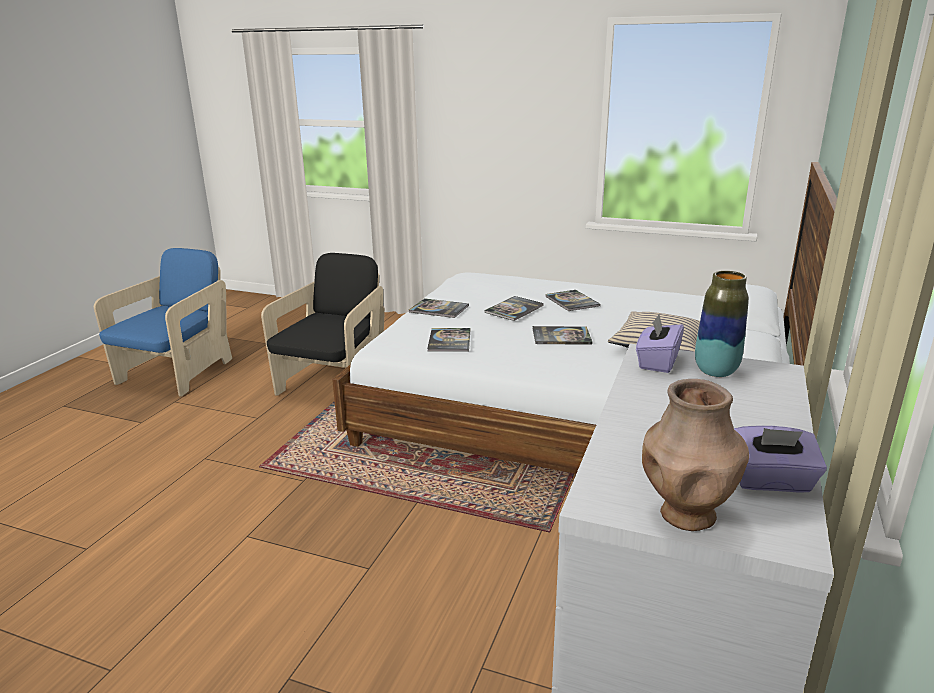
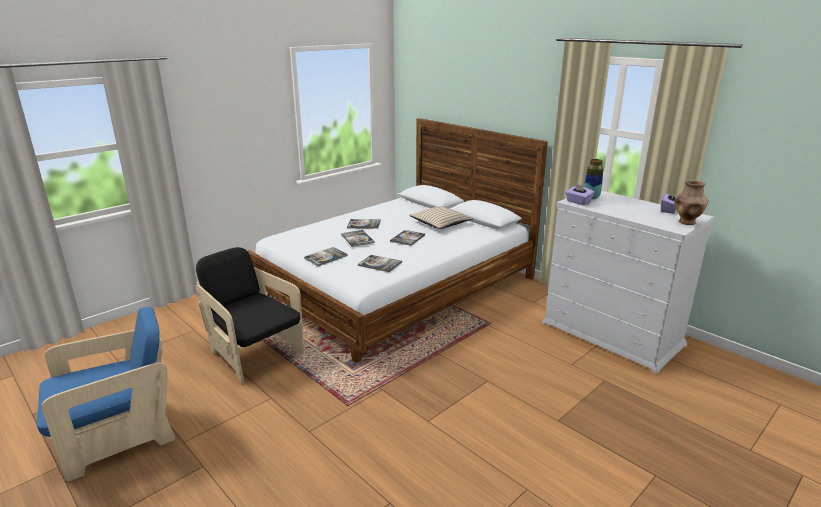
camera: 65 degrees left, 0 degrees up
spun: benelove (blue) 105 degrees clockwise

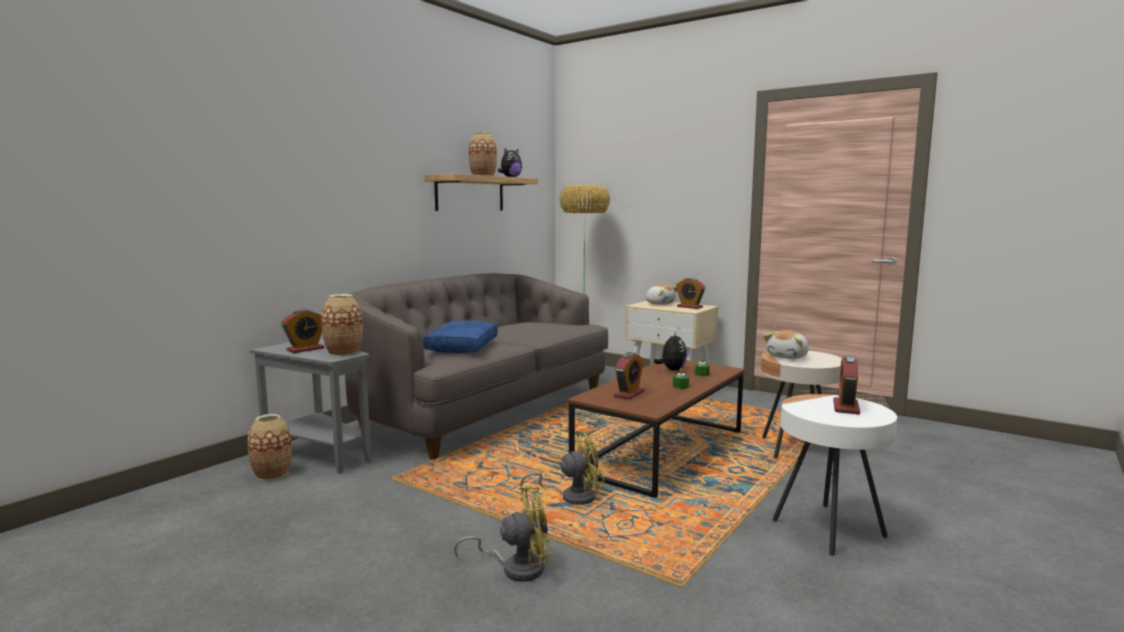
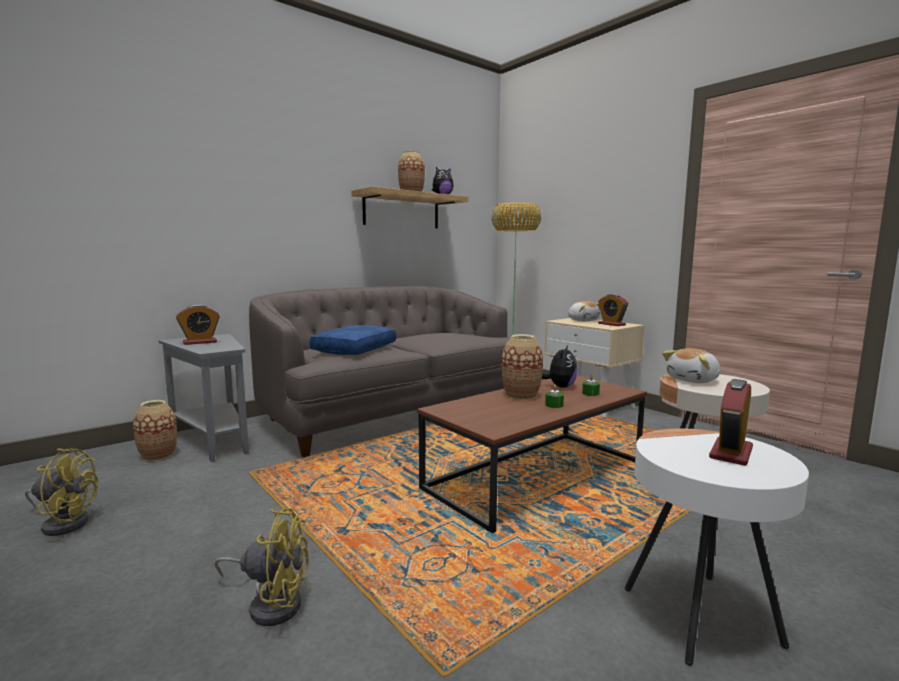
camera: 15 degrees right, 0 degrees up
missing: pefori (no. 2 from left)
relocated: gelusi (no. 2 from left in the first image) to gelusi (no. 3 from left); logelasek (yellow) (no. 2 from left in the first image) to logelasek (yellow) (no. 1 from left)

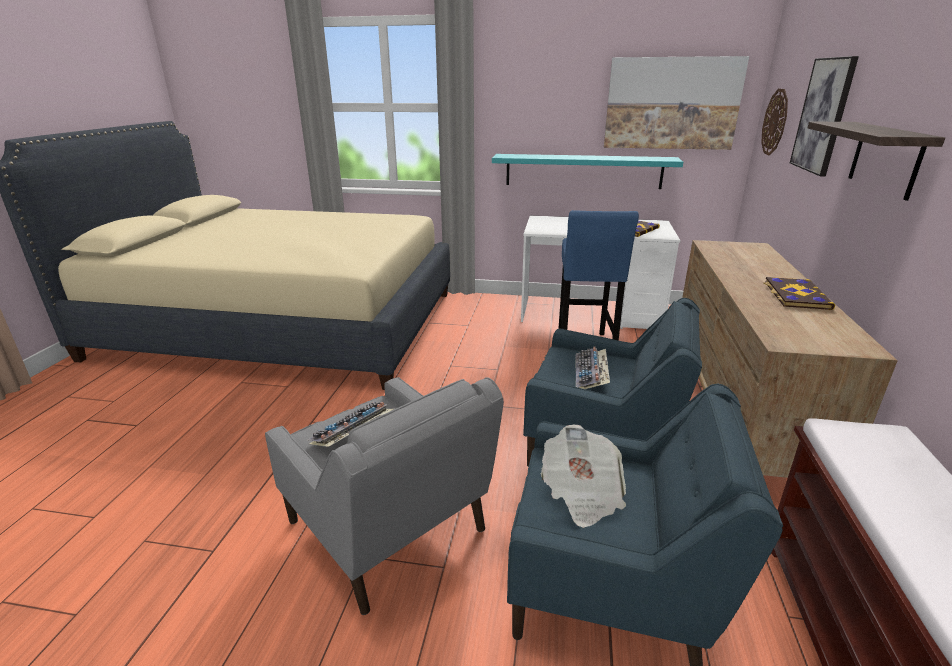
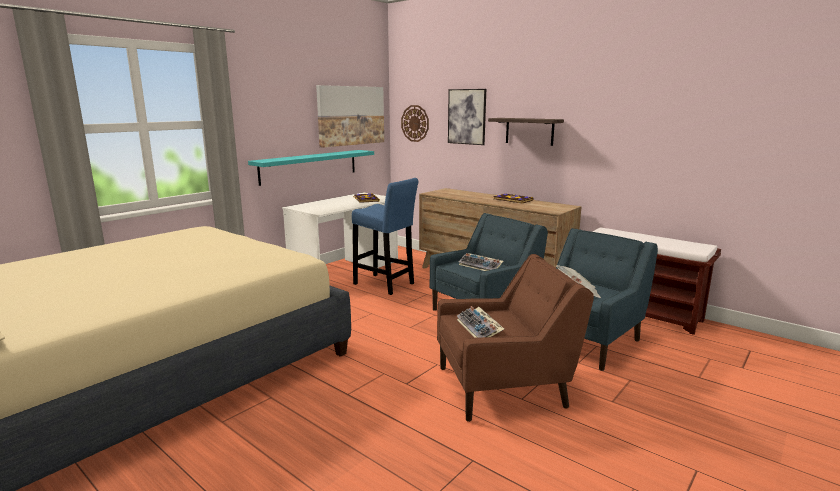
camera: 60 degrees left, 10 degrees down
colour: benelove (grey) to benelove (brown)

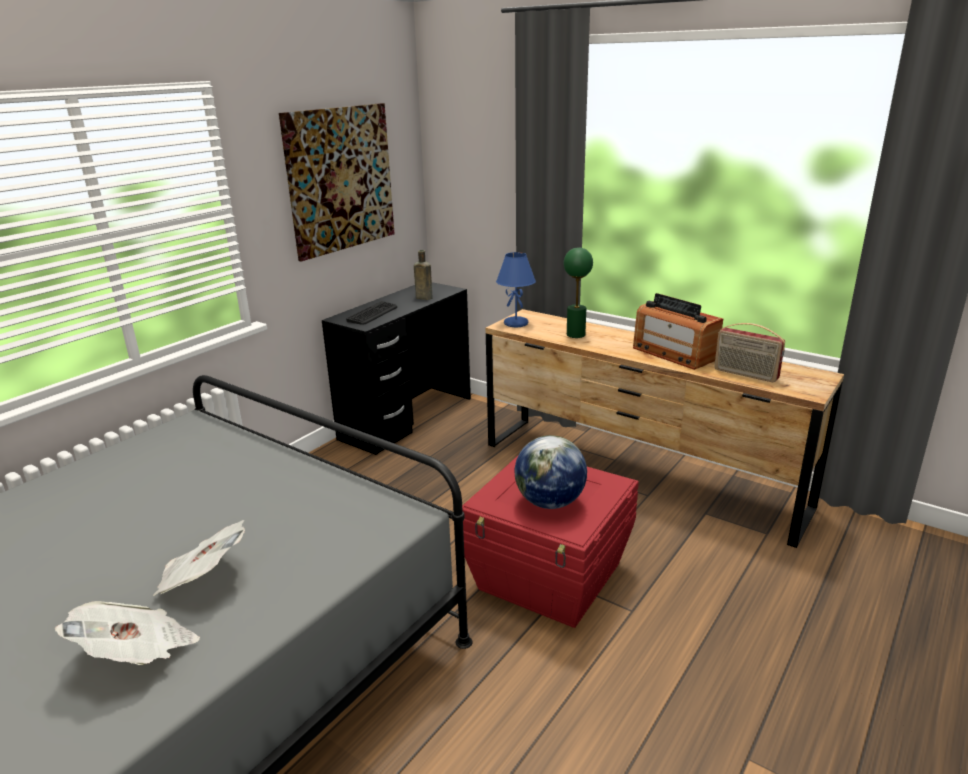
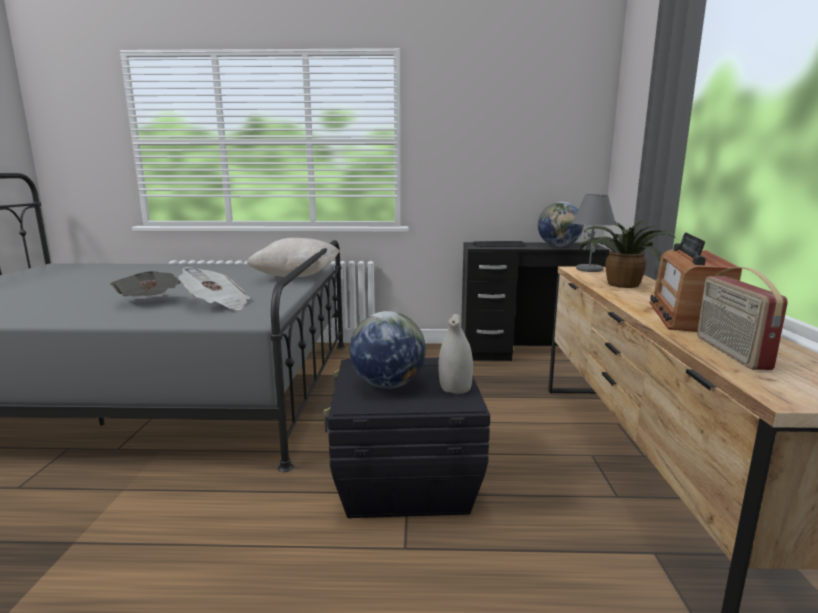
camera: 55 degrees right, 10 degrees down
missing: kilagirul
appeared: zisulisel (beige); gelusi (white)
relocated: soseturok (no. 1 from left in the first image) to soseturok (no. 2 from left)
exchanged: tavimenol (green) to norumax; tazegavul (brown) to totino (no. 2 from left)
colour: tavimenol (blue) to tavimenol (grey); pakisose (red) to pakisose (black)

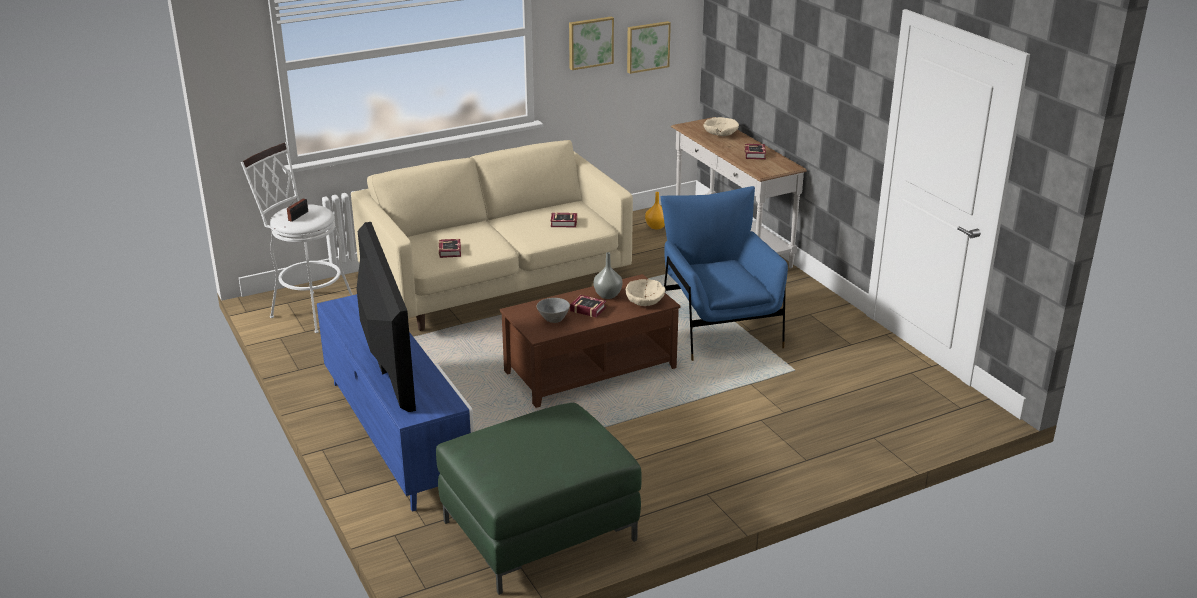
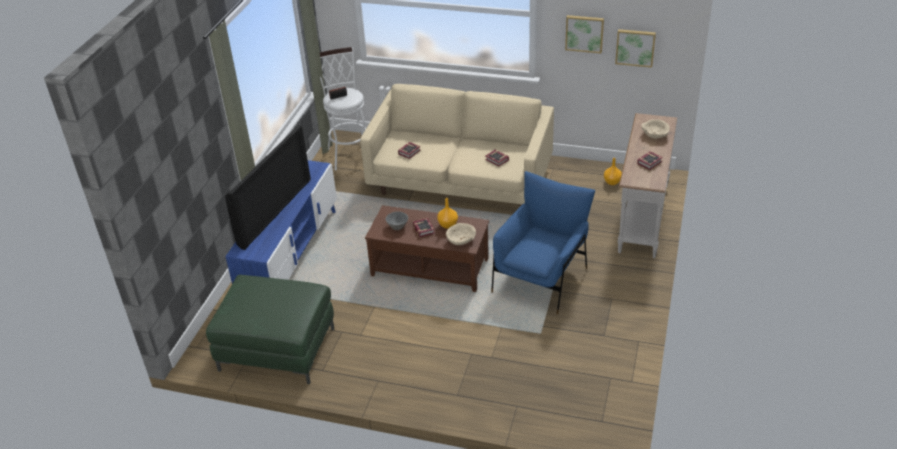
camera: 45 degrees right, 10 degrees up
colour: gelusi (grey) to gelusi (orange) (no. 1 from left)

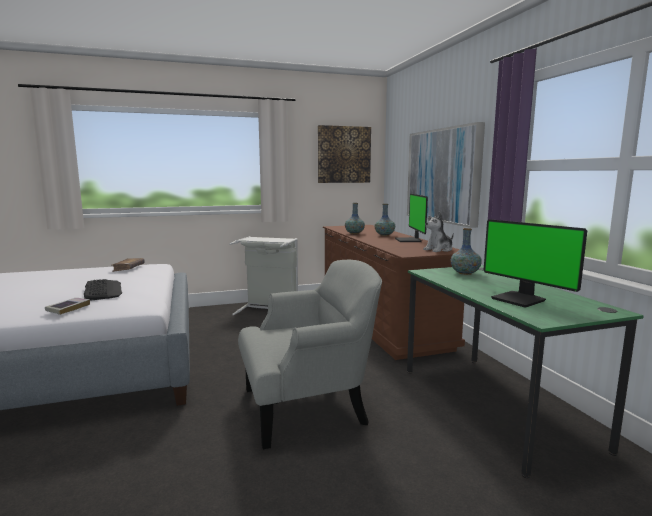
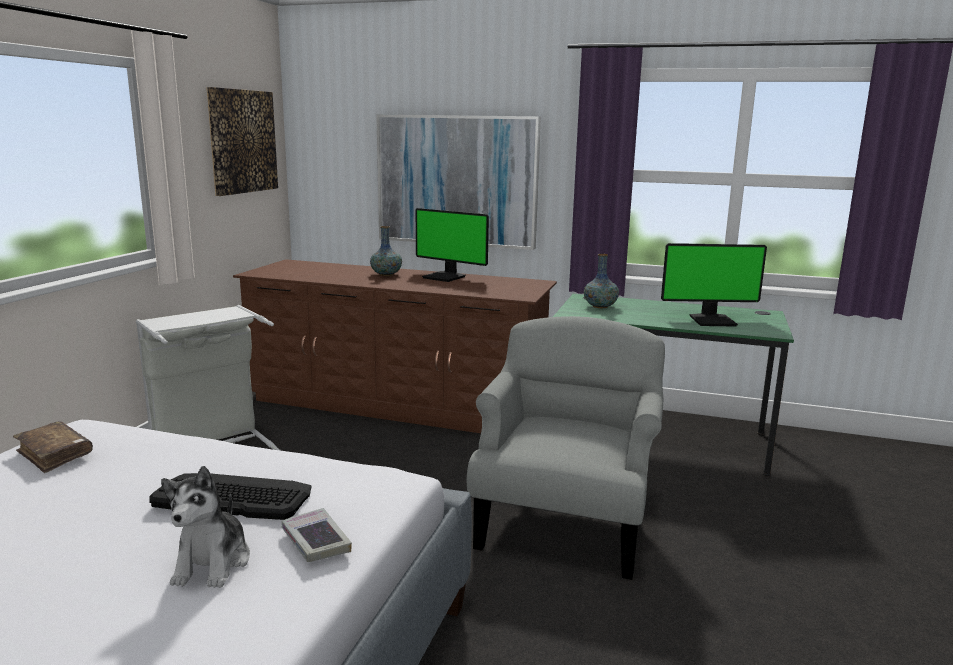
camera: 55 degrees left, 5 degrees up
missing: gelusi (no. 1 from left)
relocated: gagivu

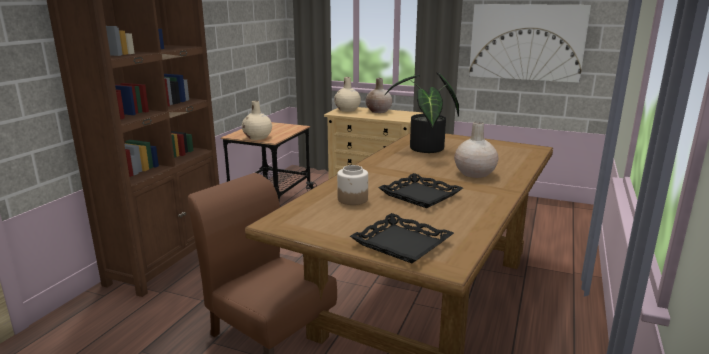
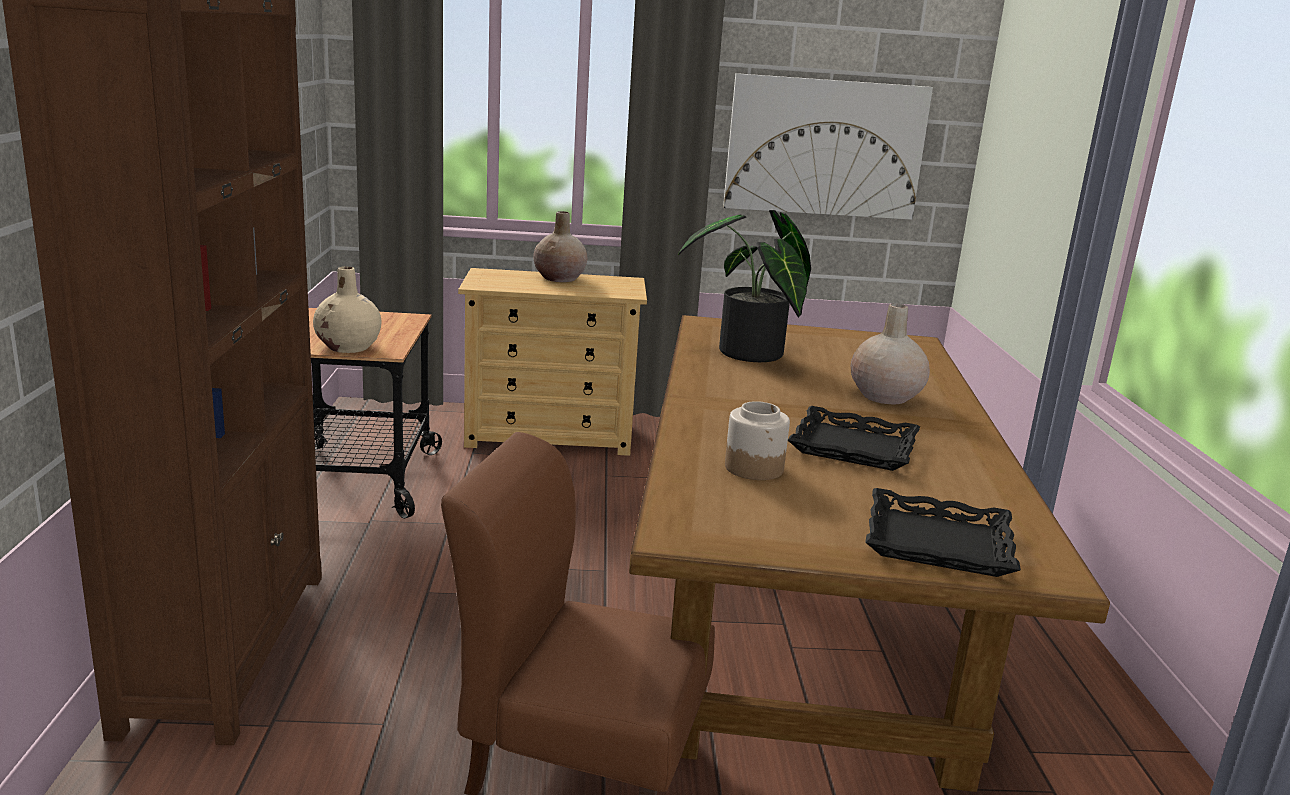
camera: 25 degrees left, 0 degrees up
missing: gelusi (beige) (no. 2 from left)

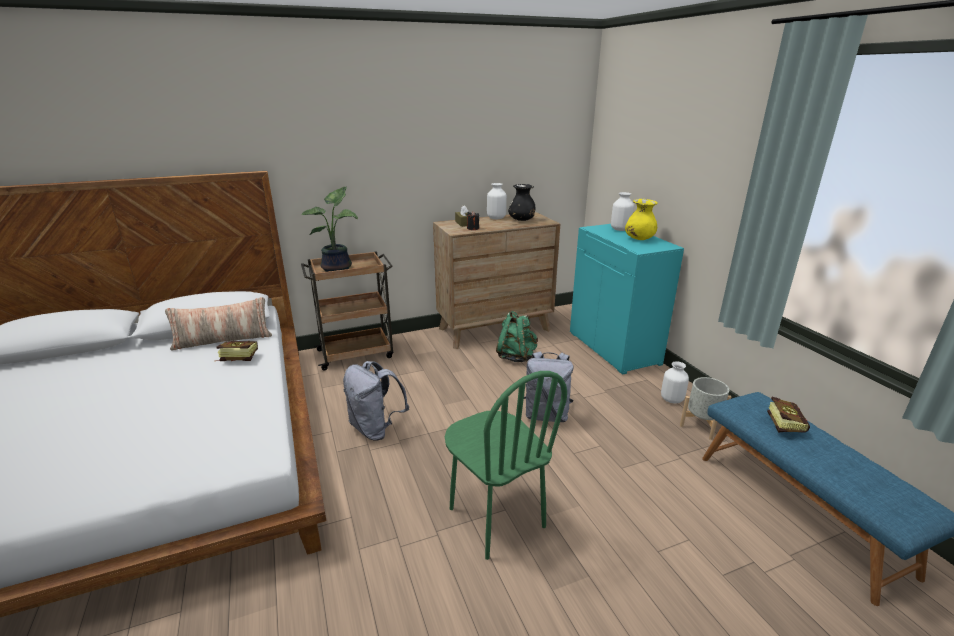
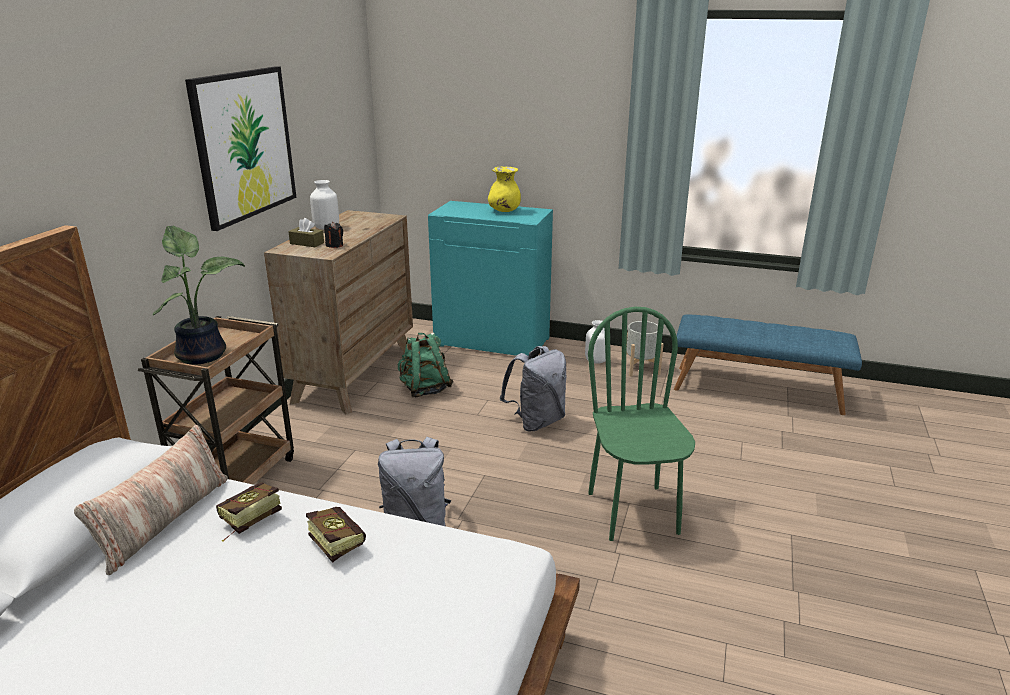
camera: 50 degrees left, 0 degrees up
missing: gelusi (black); gelusi (white) (no. 2 from left)
appeared: kilagirul
relocated: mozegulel (no. 2 from left)
spun: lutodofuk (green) 105 degrees counterclockwise

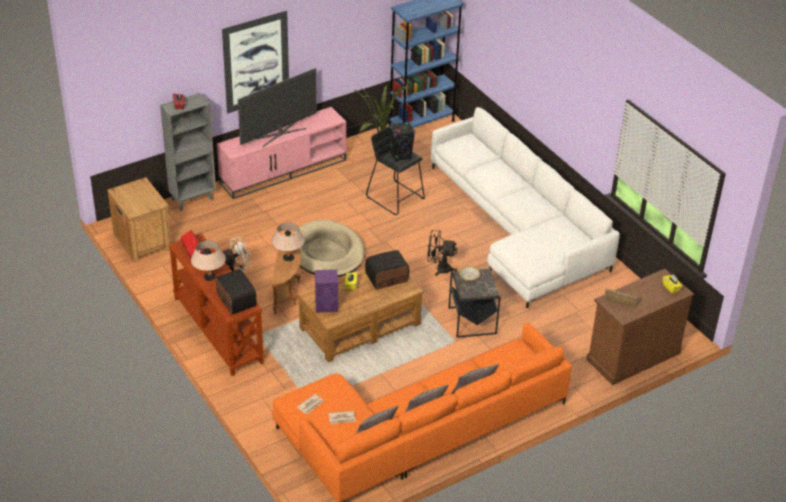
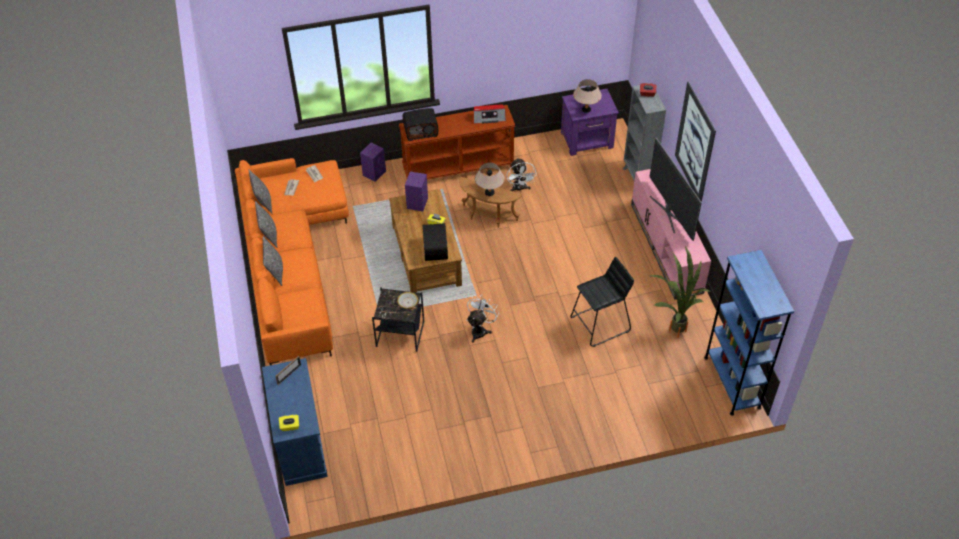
camera: 110 degrees right, 10 degrees up
missing: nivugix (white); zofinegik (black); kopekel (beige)
appeared: zofinegik (purple) (no. 1 from left)
relocated: tavimenol (beige) (no. 1 from left in the first image) to tavimenol (beige) (no. 2 from left)
colour: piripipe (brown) to piripipe (purple); logelasek (black) to logelasek (white) (no. 1 from left); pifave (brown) to pifave (blue)

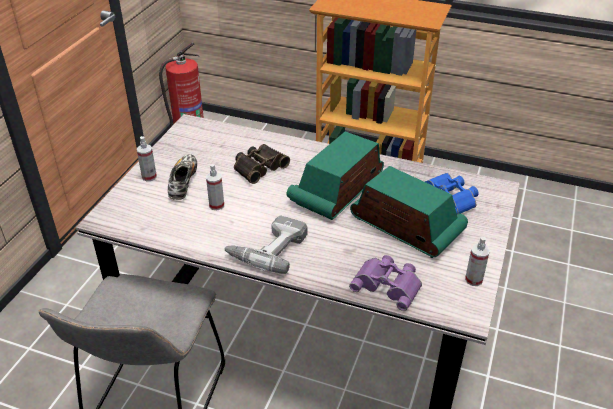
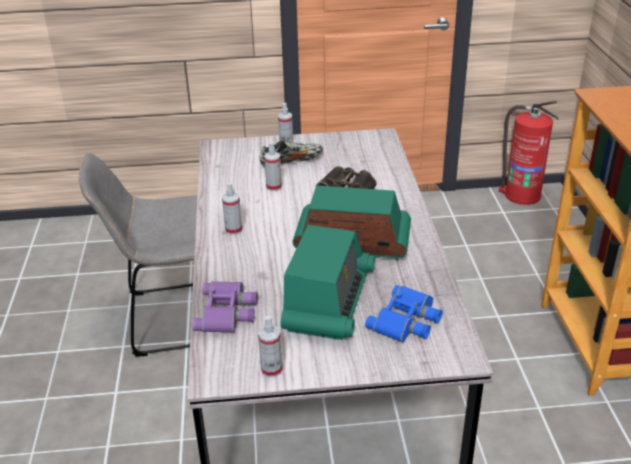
camera: 65 degrees right, 5 degrees down
exchanged: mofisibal to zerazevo (no. 1 from left)

